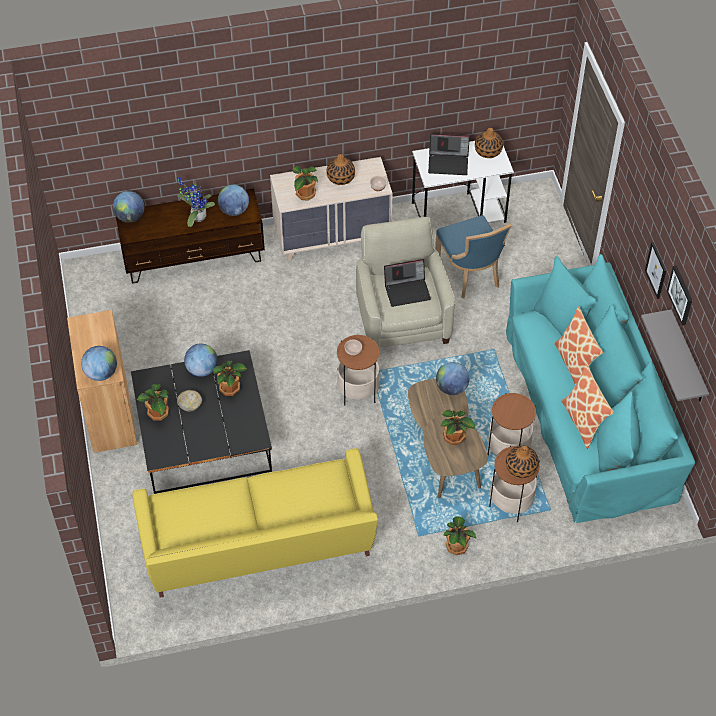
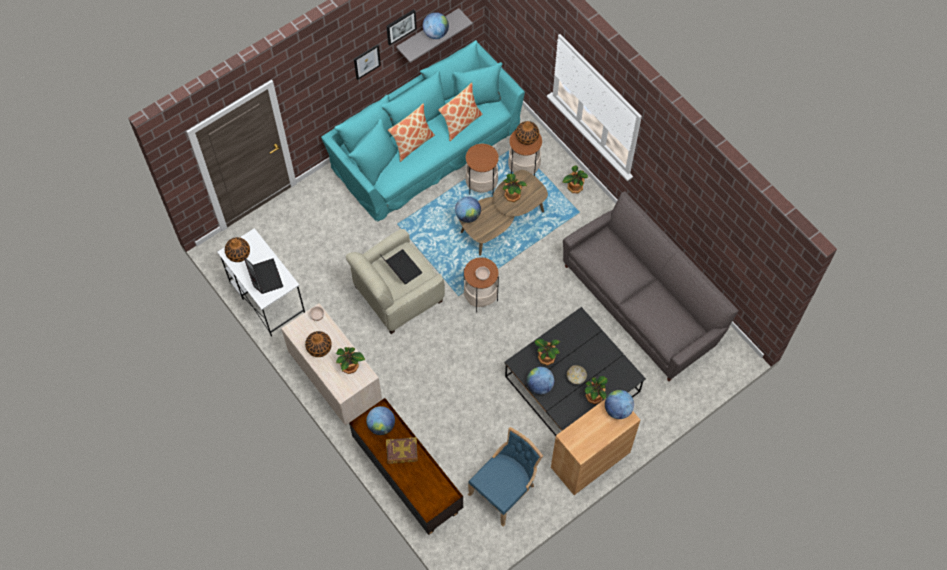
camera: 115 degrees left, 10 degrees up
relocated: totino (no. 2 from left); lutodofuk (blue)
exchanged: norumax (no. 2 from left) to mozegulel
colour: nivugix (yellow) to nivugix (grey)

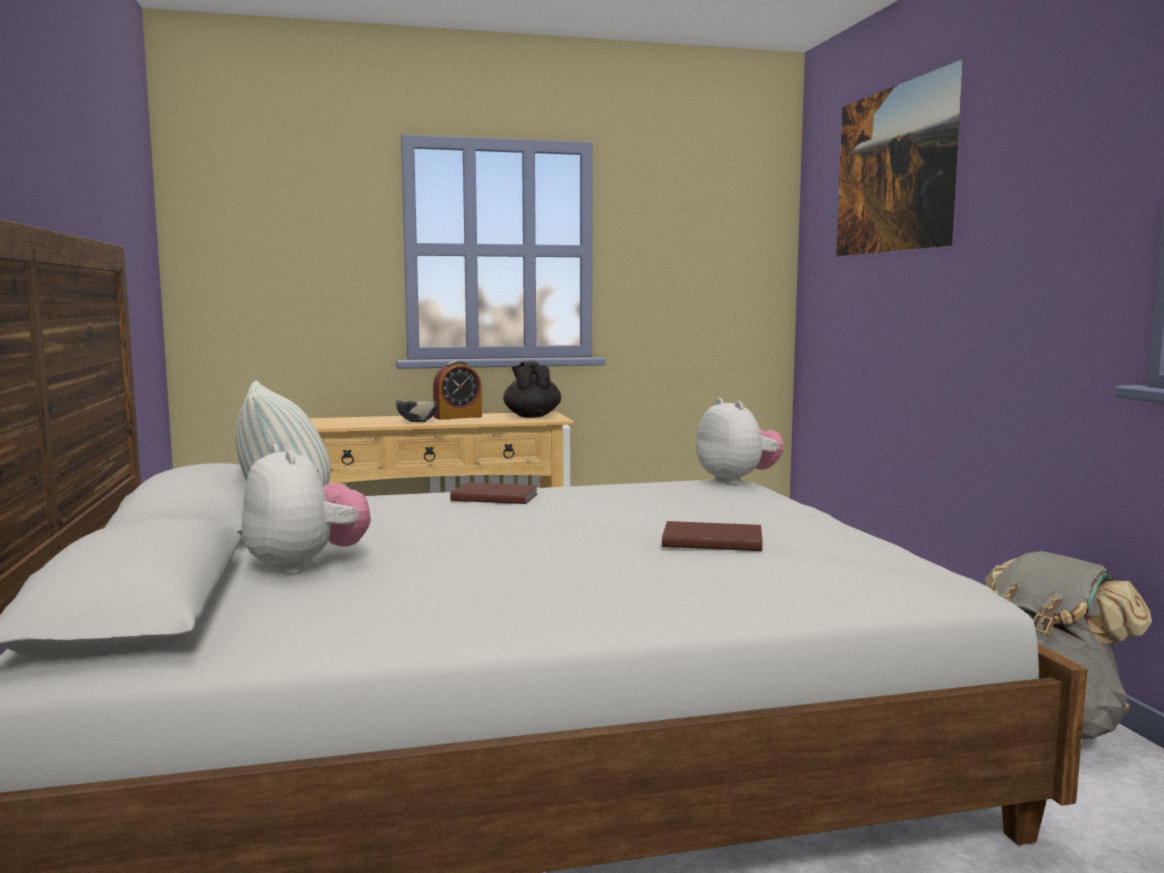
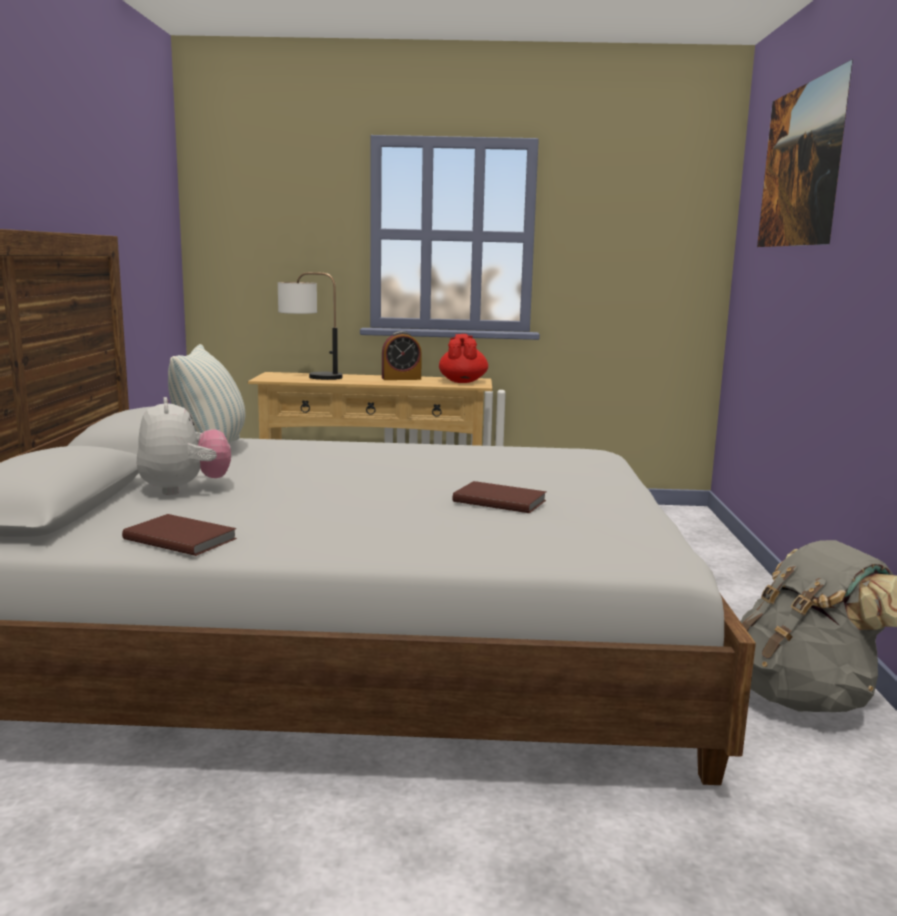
camera: 15 degrees right, 5 degrees up
missing: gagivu (no. 2 from left); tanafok
appeared: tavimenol
relocated: mozegulel (brown) (no. 1 from left)
colour: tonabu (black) to tonabu (red)

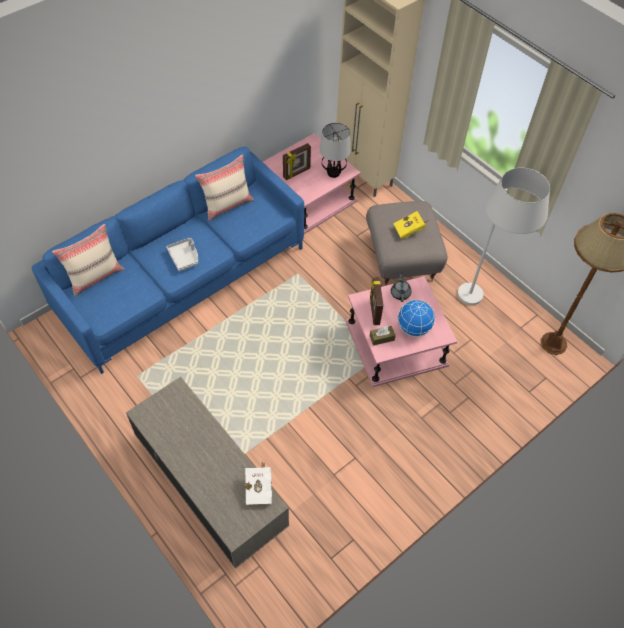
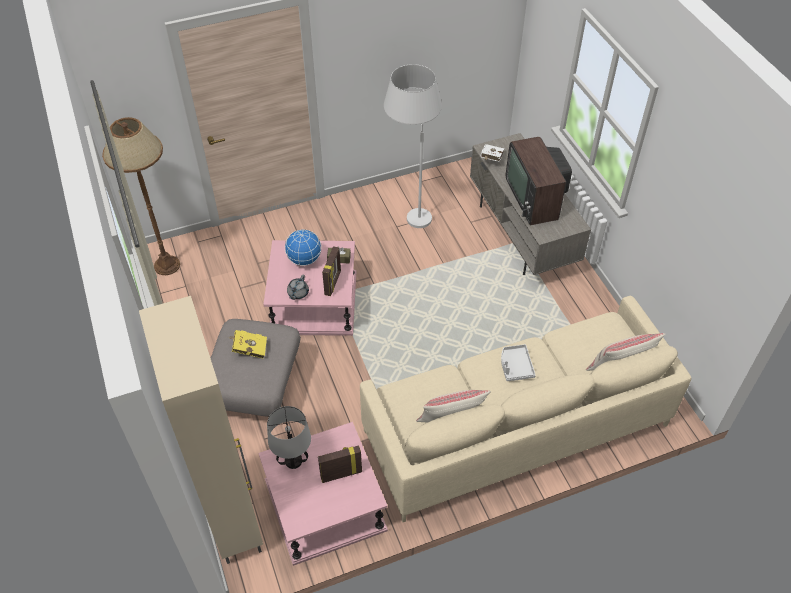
camera: 160 degrees left, 5 degrees down
appeared: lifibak
relocated: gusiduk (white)
colour: nivugix (blue) to nivugix (beige)

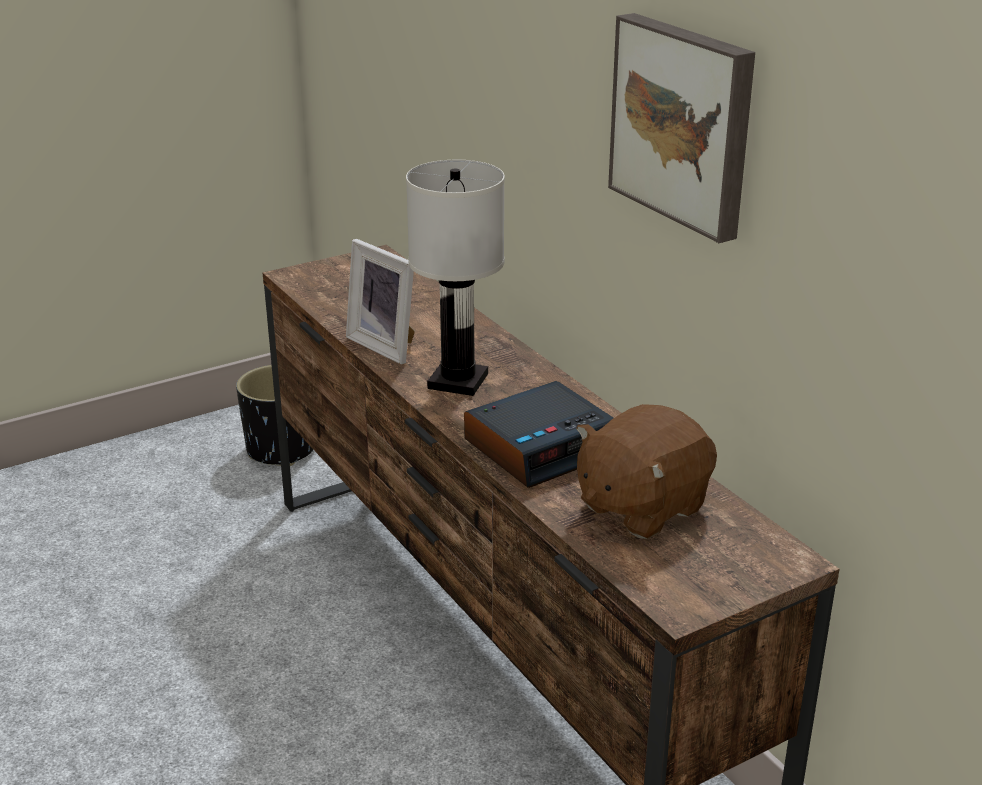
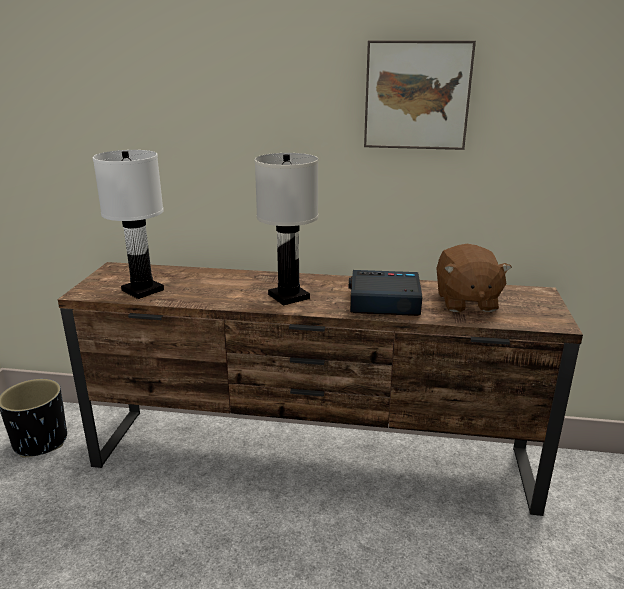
camera: 50 degrees left, 5 degrees down
missing: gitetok
appeared: tavimenol (white) (no. 1 from left)
spun: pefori 90 degrees counterclockwise

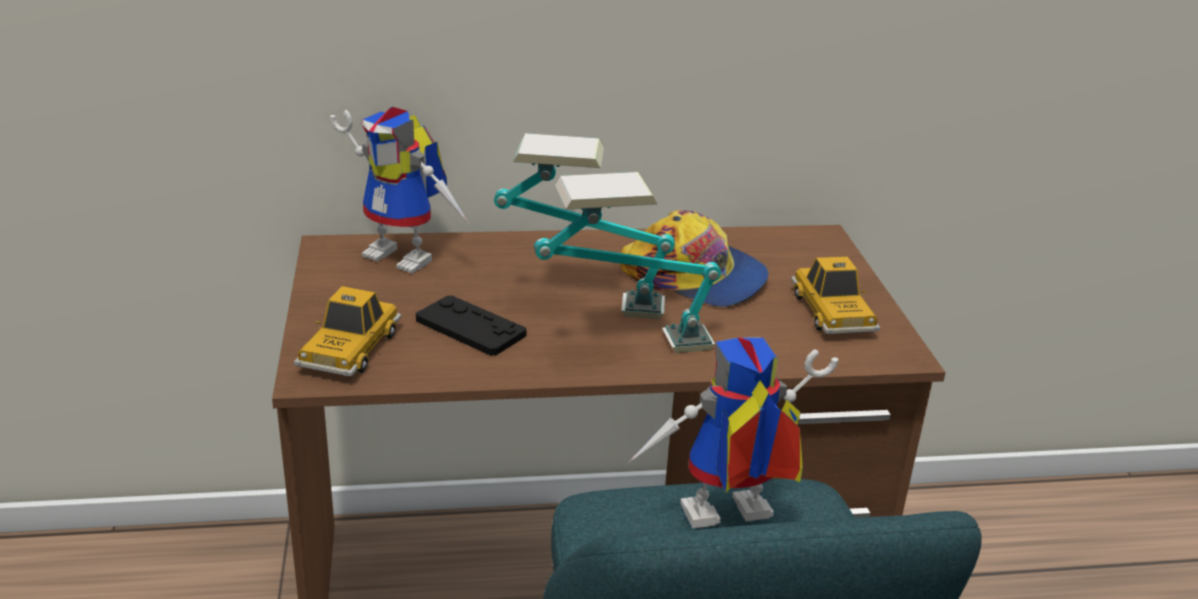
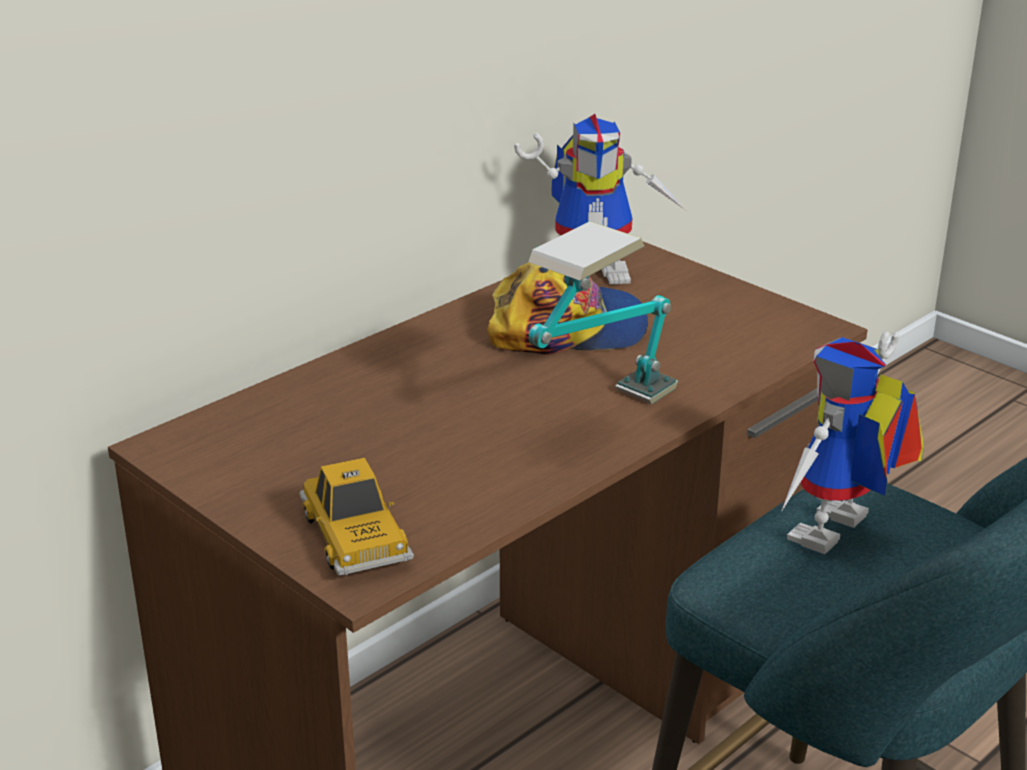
camera: 35 degrees left, 0 degrees up
missing: tavimenol (no. 1 from left); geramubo (no. 2 from left); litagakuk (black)
relocated: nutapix (no. 1 from left)

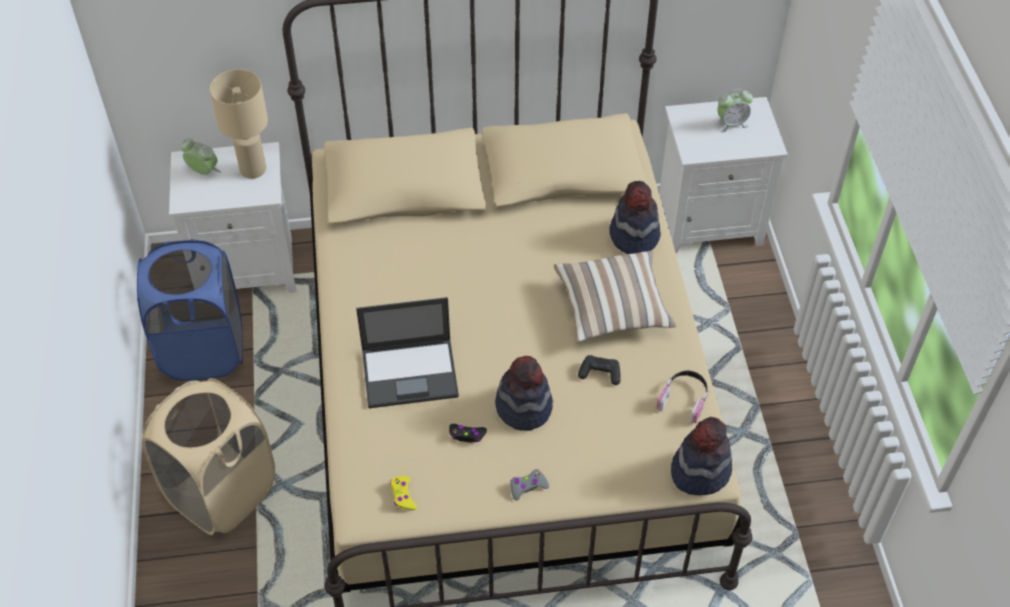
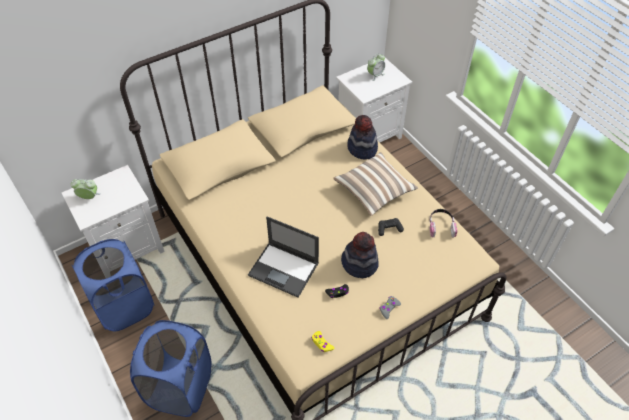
camera: 25 degrees left, 0 degrees up
missing: tavimenol (beige); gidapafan (no. 3 from left)
colour: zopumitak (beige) to zopumitak (blue) (no. 2 from left)
spun: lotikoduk 60 degrees clockwise

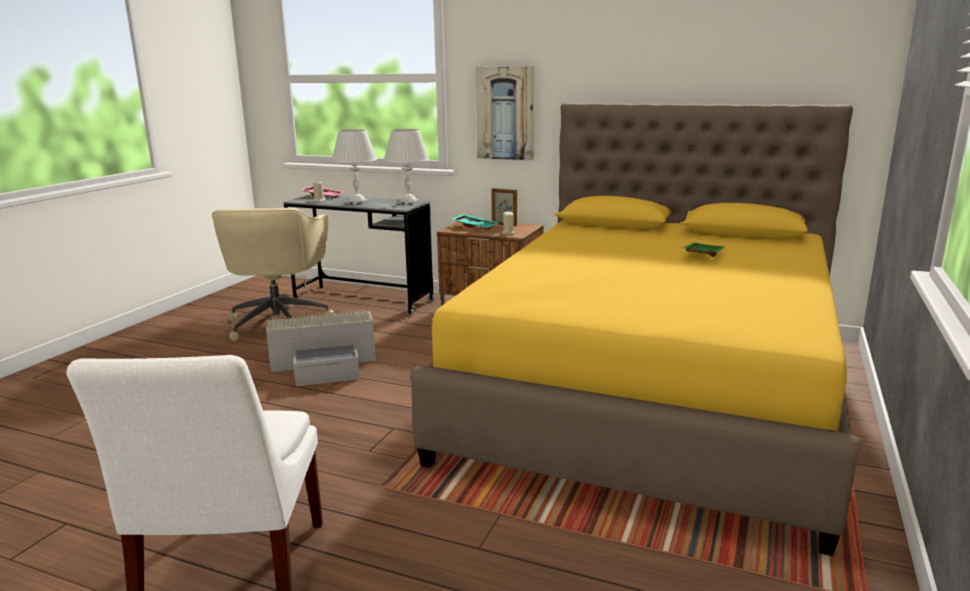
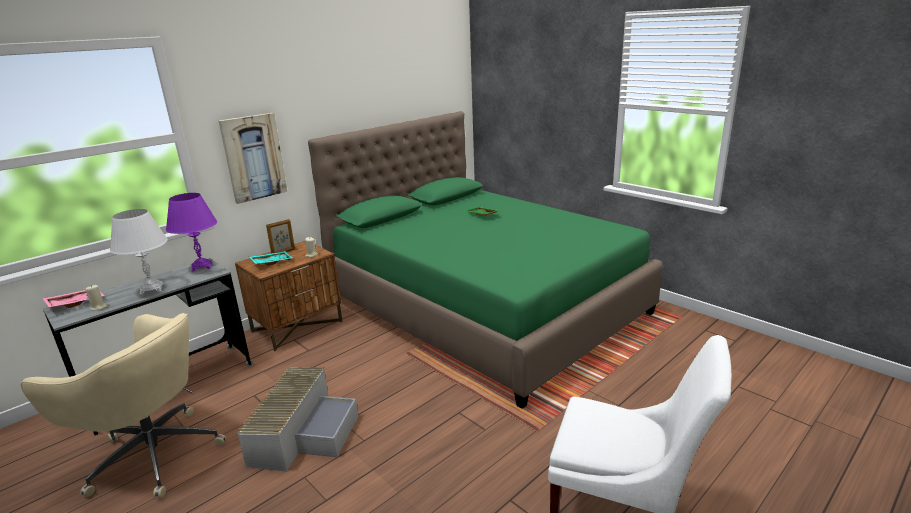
camera: 65 degrees left, 5 degrees up
colour: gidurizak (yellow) to gidurizak (green); tavimenol (white) (no. 2 from left) to tavimenol (purple)

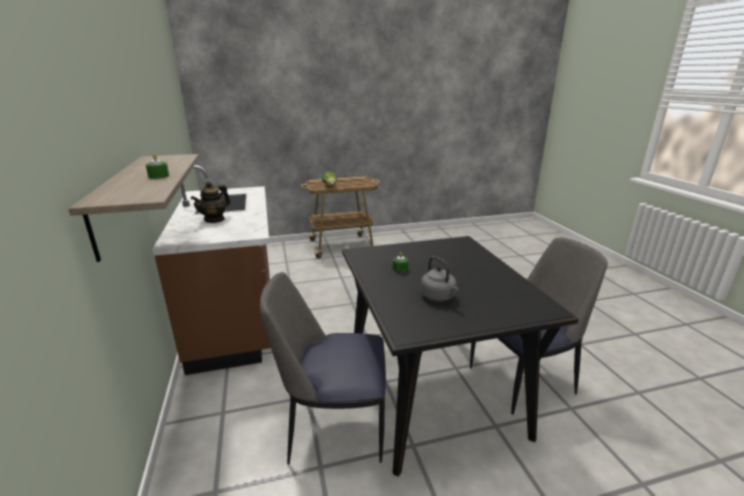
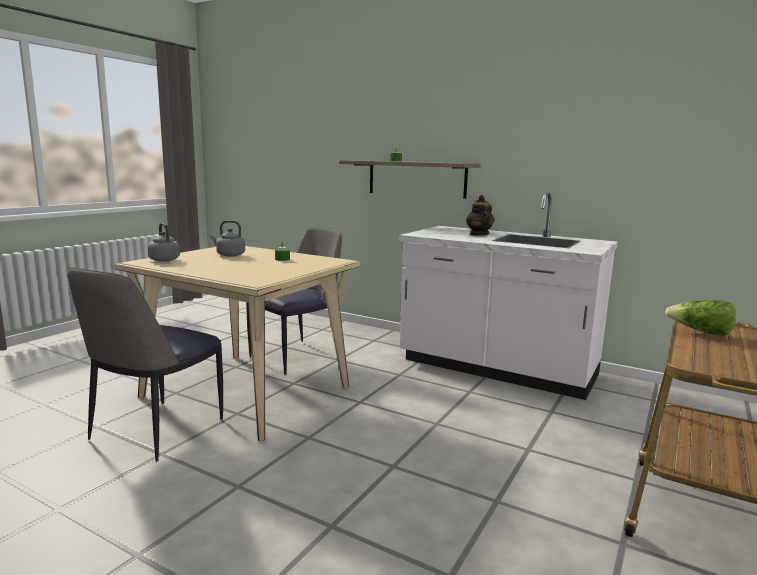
camera: 135 degrees right, 10 degrees down
appeared: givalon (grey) (no. 1 from left)
colour: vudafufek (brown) to vudafufek (white); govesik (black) to govesik (beige)

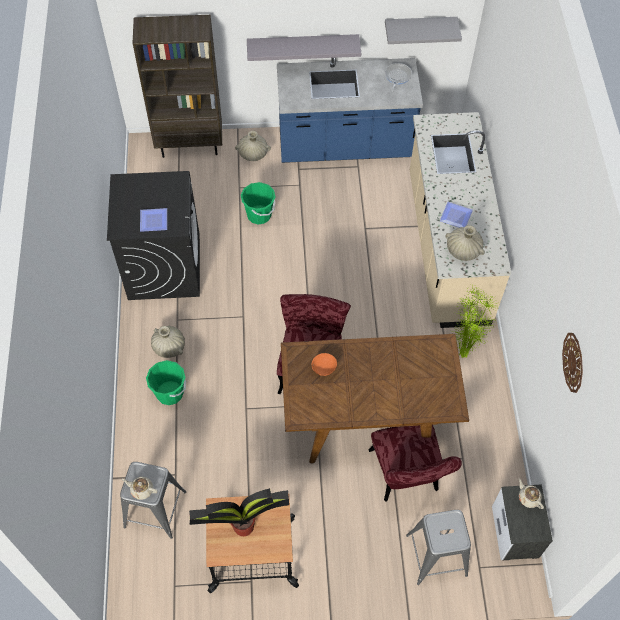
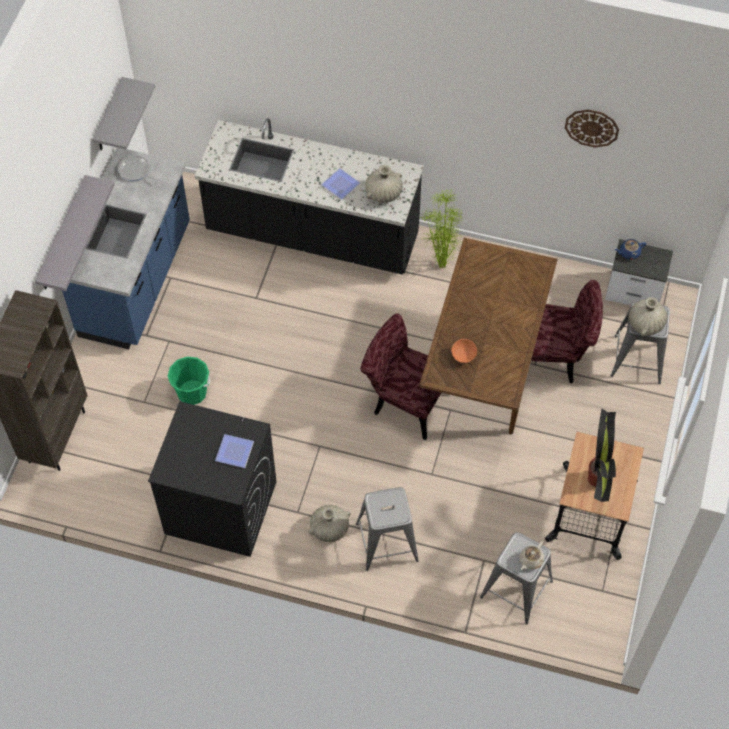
camera: 70 degrees left, 0 degrees up
relocated: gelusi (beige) (no. 2 from left in the first image) to gelusi (beige) (no. 3 from left)
exchanged: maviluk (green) (no. 1 from left) to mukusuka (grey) (no. 1 from left)
colour: vudafufek (beige) to vudafufek (black); tonabu (beige) (no. 2 from left) to tonabu (blue)

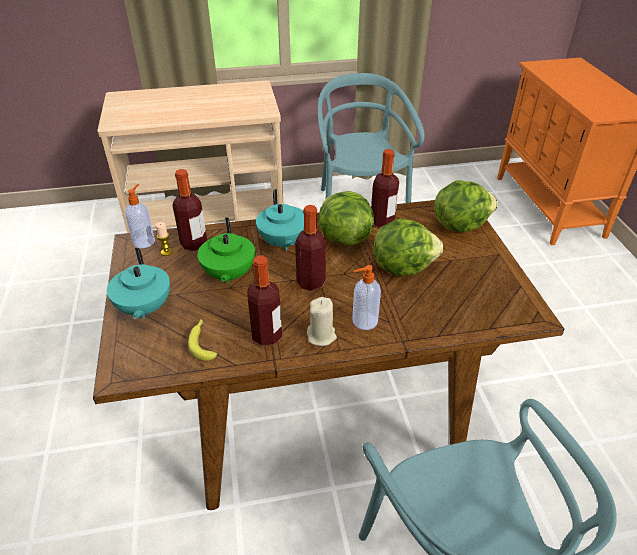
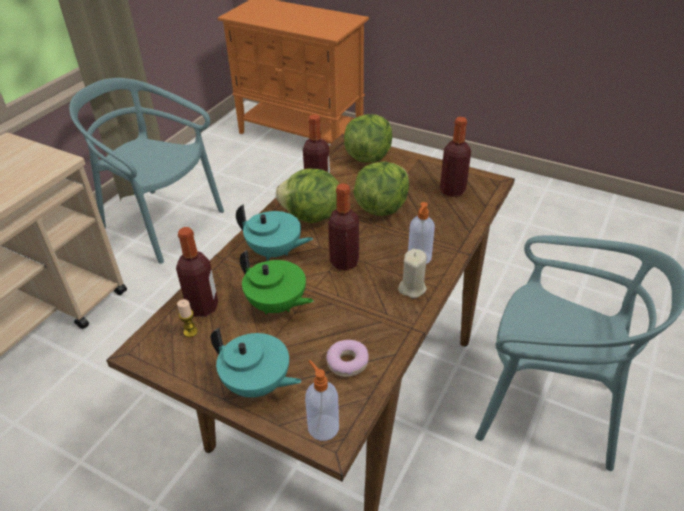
camera: 50 degrees left, 0 degrees up
relocated: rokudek (no. 1 from left); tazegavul (no. 2 from left in the first image) to tazegavul (no. 4 from left)
exchanged: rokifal to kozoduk

